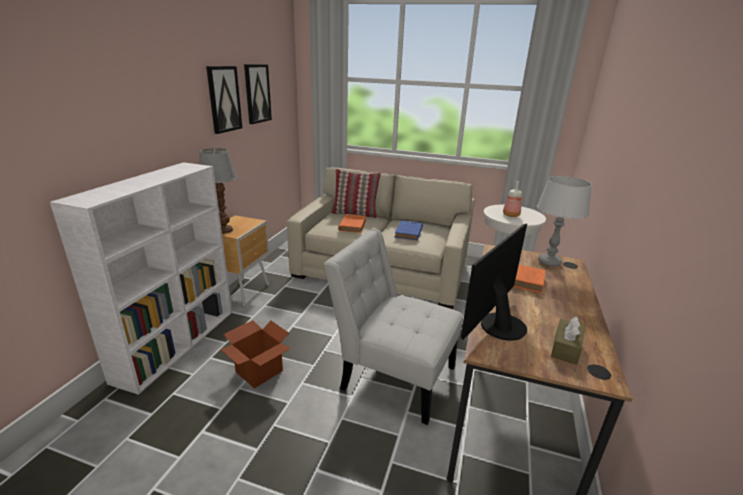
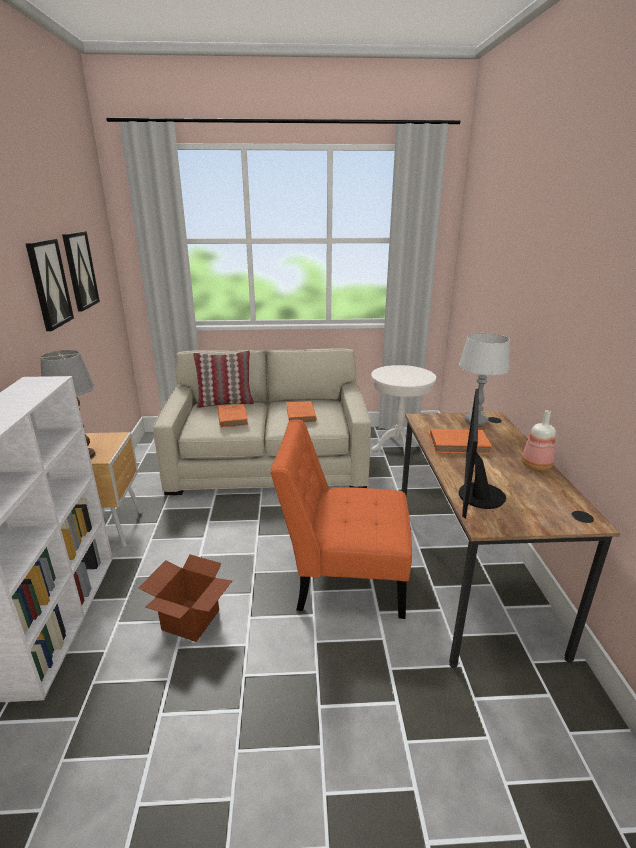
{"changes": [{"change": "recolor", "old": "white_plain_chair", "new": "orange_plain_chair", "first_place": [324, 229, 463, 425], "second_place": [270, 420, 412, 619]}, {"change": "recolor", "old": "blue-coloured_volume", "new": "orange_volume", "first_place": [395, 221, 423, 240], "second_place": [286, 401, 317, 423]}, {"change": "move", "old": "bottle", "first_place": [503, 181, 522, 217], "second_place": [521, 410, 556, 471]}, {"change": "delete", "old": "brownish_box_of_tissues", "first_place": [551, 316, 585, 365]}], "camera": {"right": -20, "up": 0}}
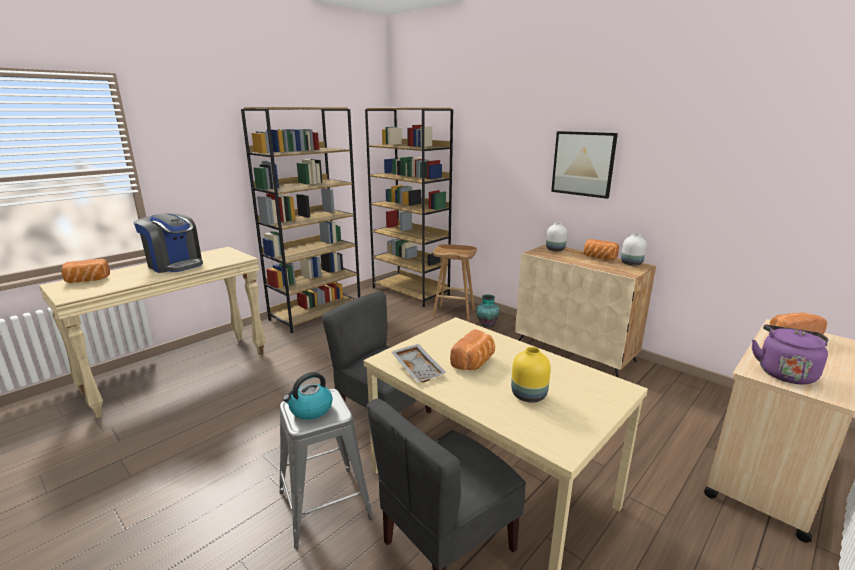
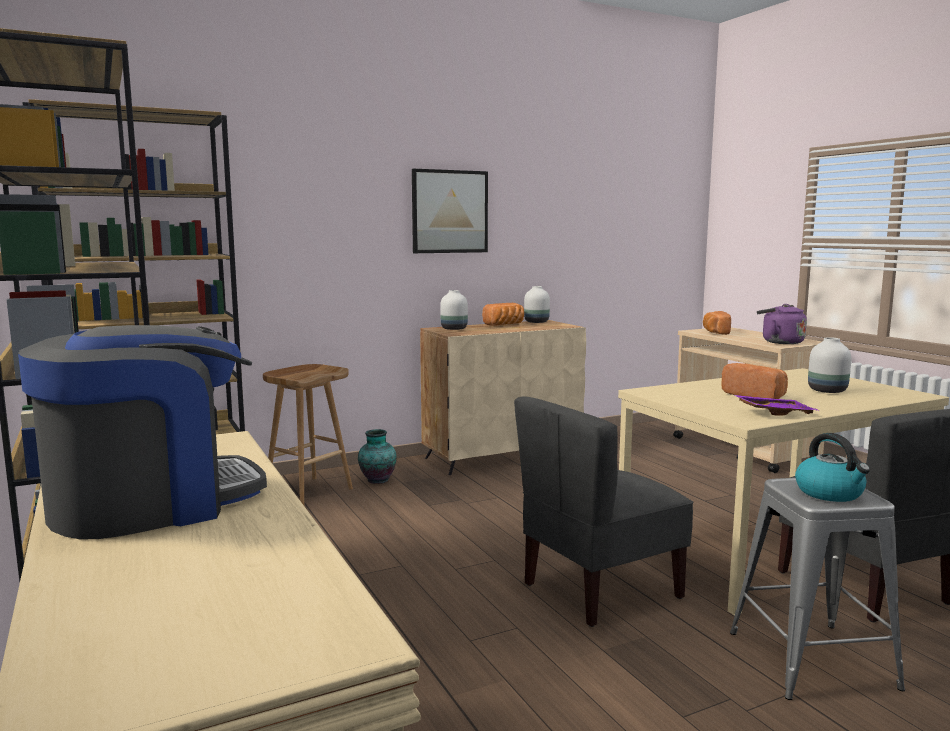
{"changes": [{"change": "delete", "old": "baked_bread", "first_place": [61, 259, 110, 283]}, {"change": "recolor", "old": "grey_tray", "new": "purple-coloured_tray", "first_place": [391, 344, 446, 383], "second_place": [735, 395, 820, 416]}, {"change": "recolor", "old": "yellow-coloured_decorative_vase", "new": "white_decorative_vase", "first_place": [511, 347, 551, 403], "second_place": [808, 337, 851, 393]}], "camera": {"right": -70, "up": -10}}
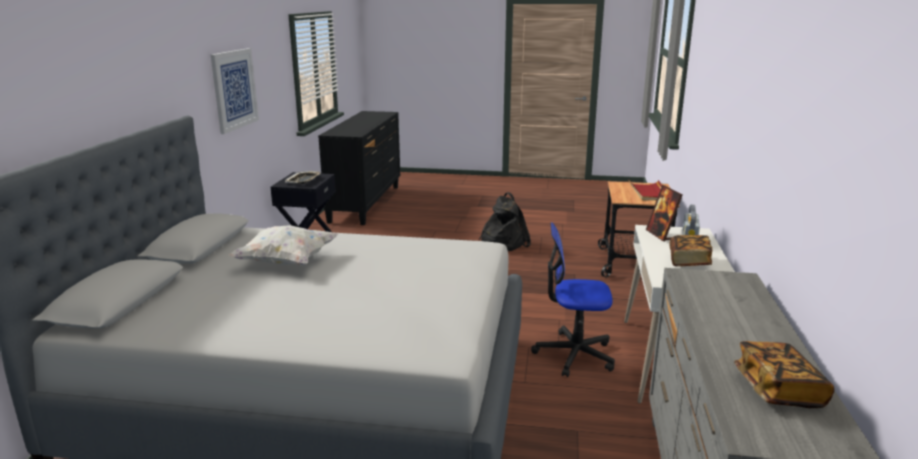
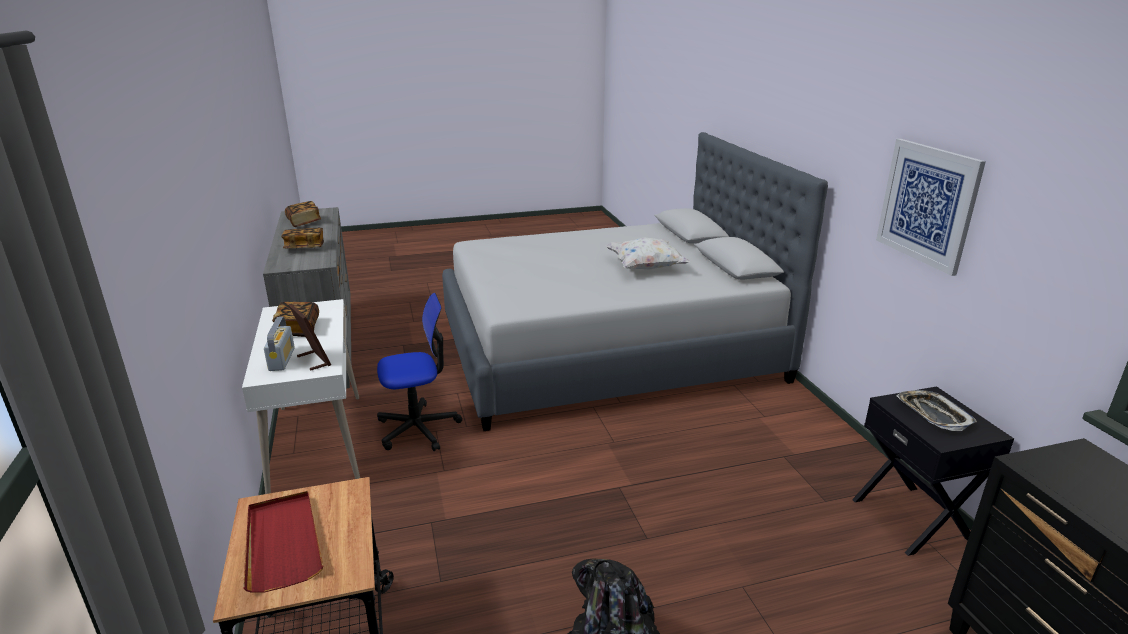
{"changes": [{"change": "insert", "new": "volume", "second_place": [281, 228, 324, 248]}], "camera": {"right": 155, "up": 5}}
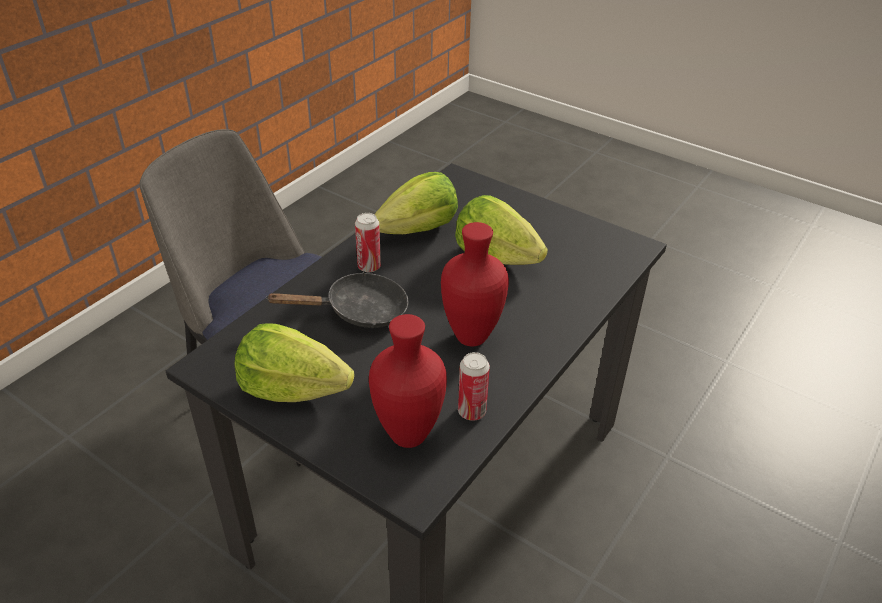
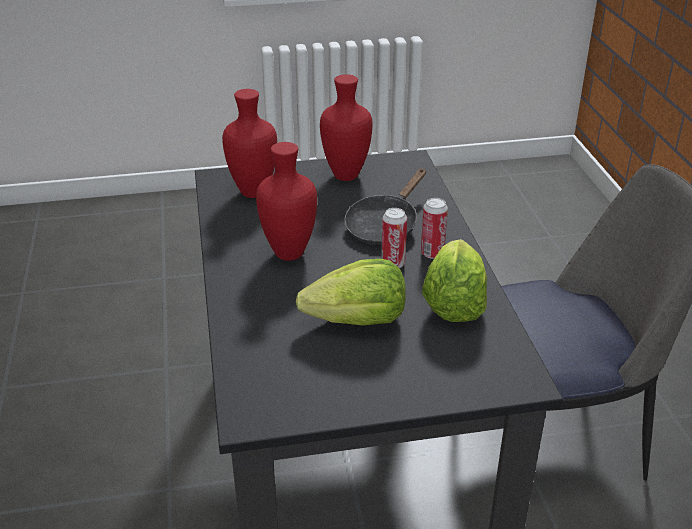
{"changes": [{"change": "replace", "old": "lettuce_head", "new": "reddish_decorative_vase", "first_place": [234, 323, 354, 402], "second_place": [320, 74, 373, 181]}, {"change": "move", "old": "metal_can", "first_place": [458, 352, 490, 421], "second_place": [381, 208, 407, 268]}], "camera": {"right": 135, "up": -5}}
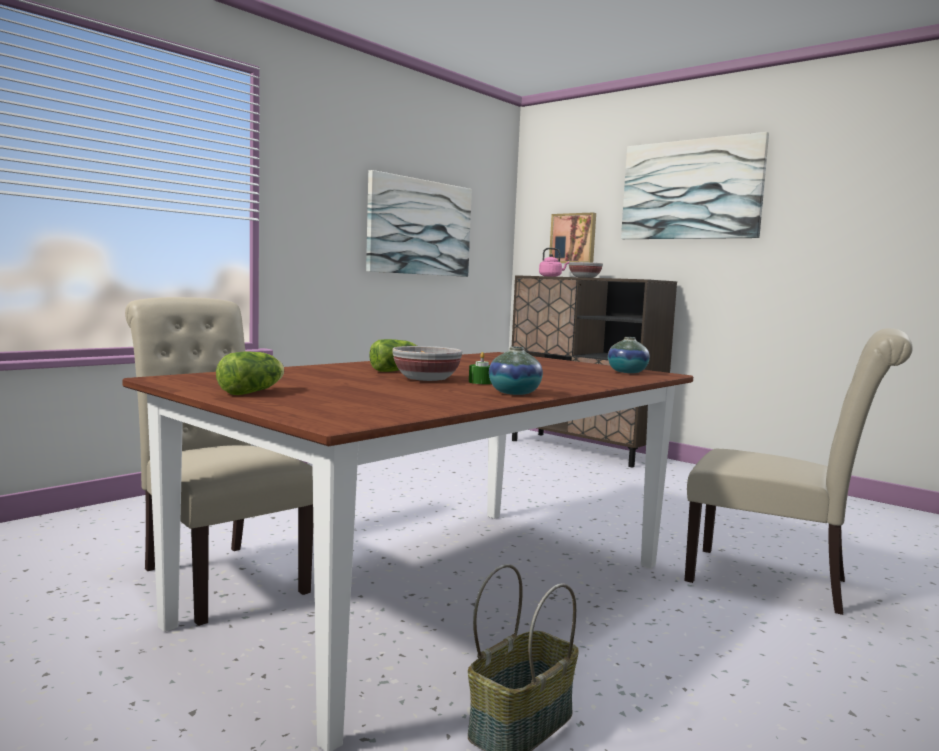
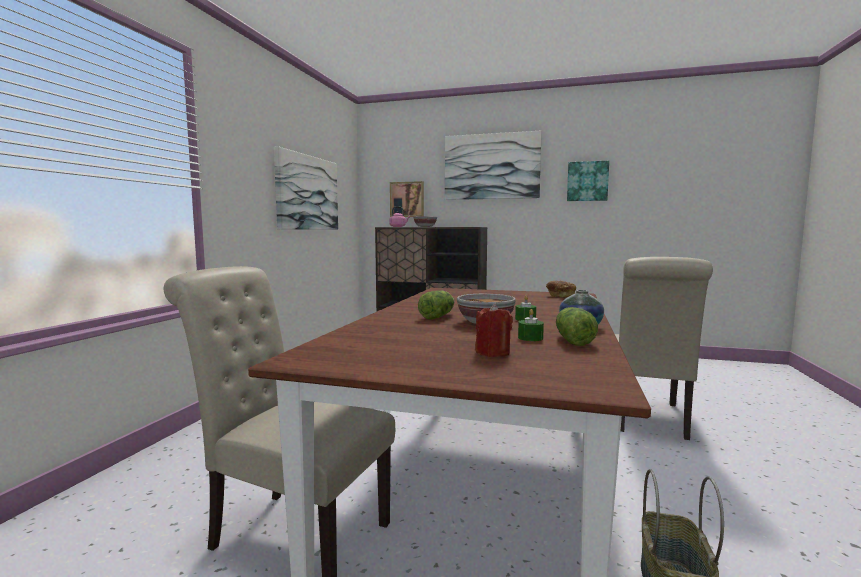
{"changes": [{"change": "move", "old": "lettuce_head", "first_place": [216, 352, 284, 395], "second_place": [556, 307, 598, 346]}, {"change": "replace", "old": "decorative_vase", "new": "baked_bread", "first_place": [608, 337, 650, 373], "second_place": [546, 281, 576, 298]}, {"change": "rotate", "old": "sand-coloured_plain_chair", "first_place": [685, 328, 913, 615], "second_place": [615, 257, 713, 440], "degrees": 105}, {"change": "insert", "new": "reddish_wax_light", "second_place": [475, 303, 513, 357]}, {"change": "insert", "new": "greenish_wax_light", "second_place": [518, 309, 544, 341]}, {"change": "insert", "new": "picture", "second_place": [567, 161, 609, 201]}], "camera": {"right": -25, "up": 0}}
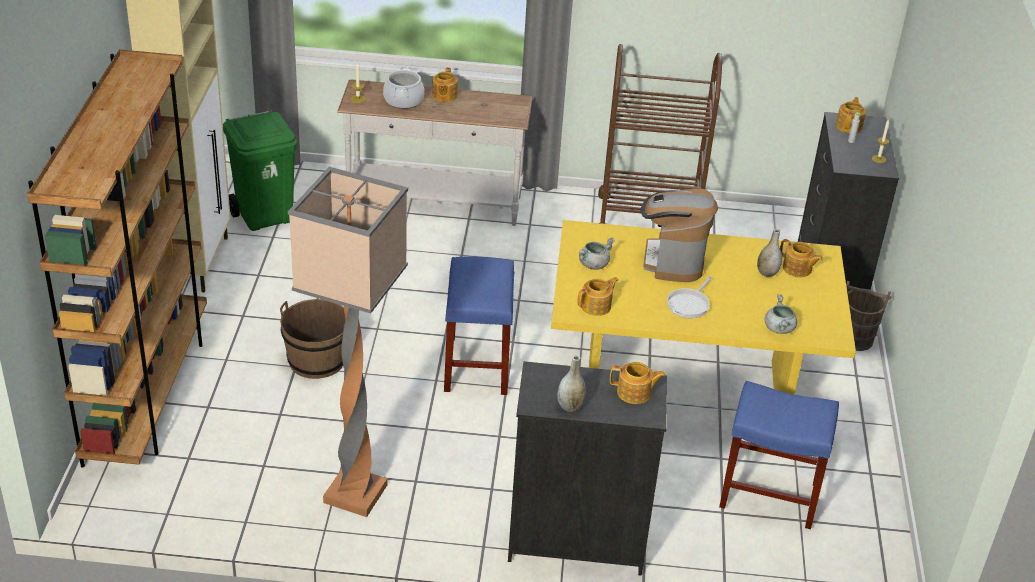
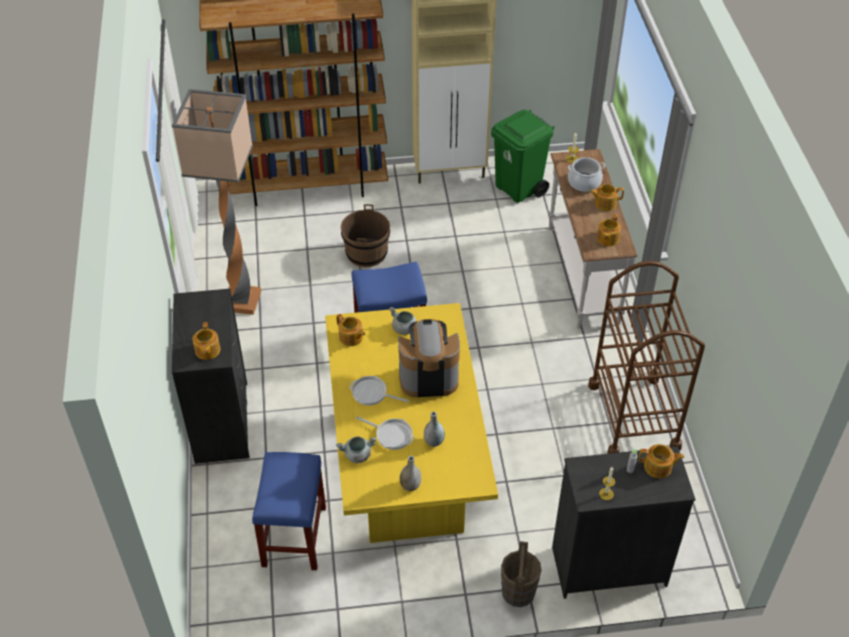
{"changes": [{"change": "move", "old": "grey_decorative_vase", "first_place": [557, 355, 586, 412], "second_place": [400, 456, 421, 491]}, {"change": "move", "old": "tea_pot", "first_place": [780, 239, 823, 277], "second_place": [597, 214, 621, 246]}, {"change": "insert", "new": "pan", "second_place": [356, 416, 414, 450]}], "camera": {"right": 80, "up": 10}}
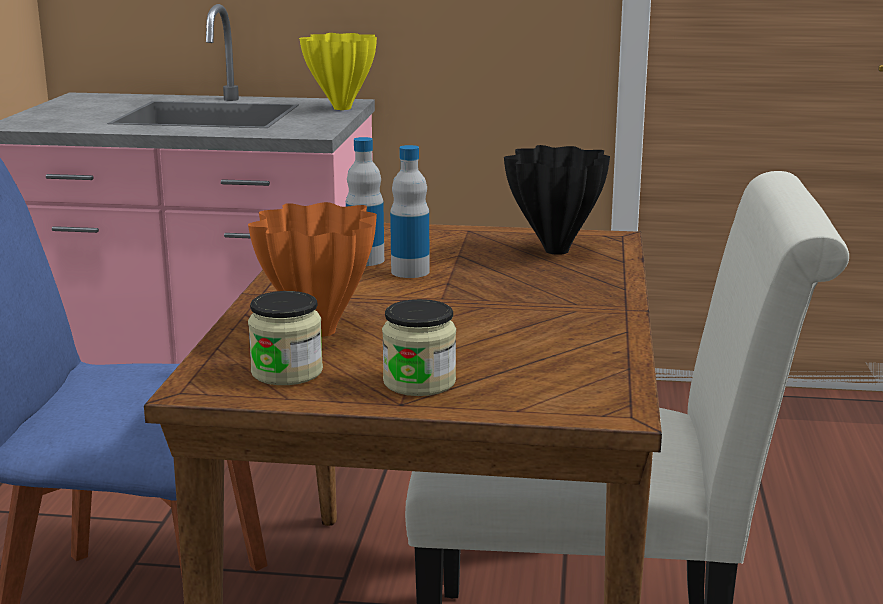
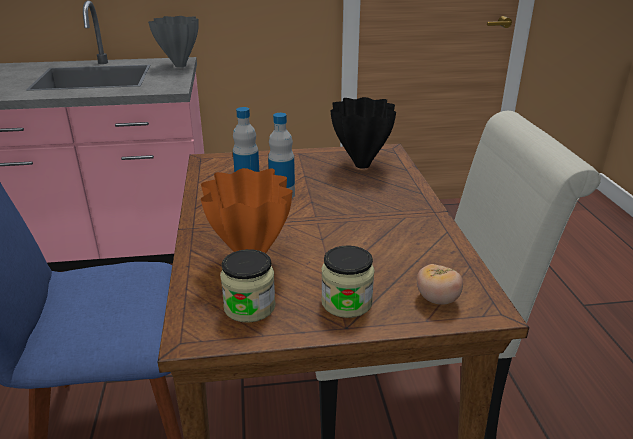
{"changes": [{"change": "recolor", "old": "yellow-coloured_decorative_vase", "new": "grey_decorative_vase", "first_place": [299, 33, 377, 110], "second_place": [148, 16, 199, 68]}, {"change": "insert", "new": "fresh_tomato", "second_place": [417, 264, 463, 304]}], "camera": {"right": -15, "up": 10}}
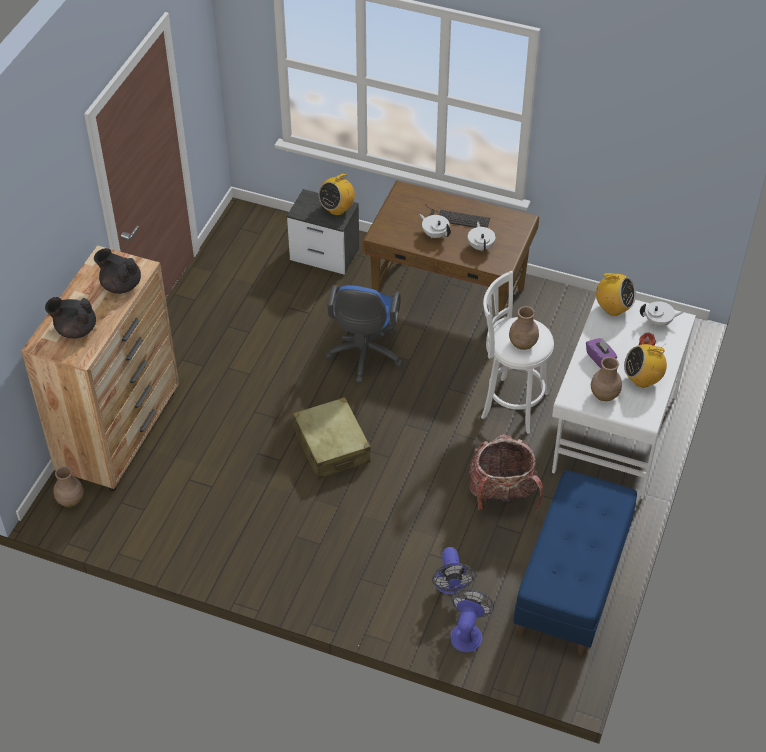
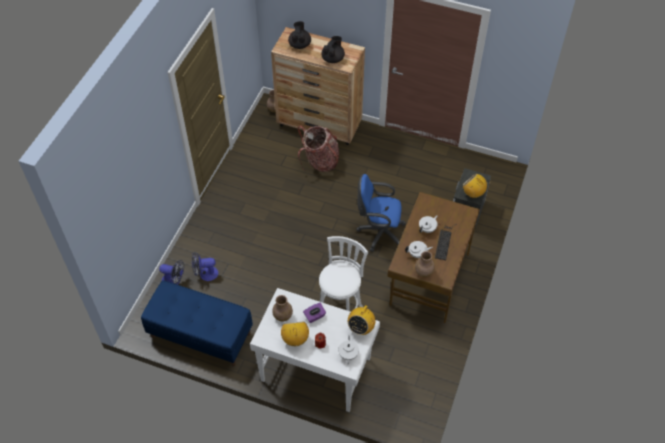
{"changes": [{"change": "delete", "old": "sand-coloured_piece_of_luggage", "first_place": [293, 397, 371, 479]}, {"change": "move", "old": "backpack", "first_place": [469, 434, 544, 510], "second_place": [298, 126, 339, 172]}, {"change": "move", "old": "brownish_decorative_vase", "first_place": [509, 306, 539, 350], "second_place": [415, 251, 435, 277]}], "camera": {"right": 90, "up": 5}}
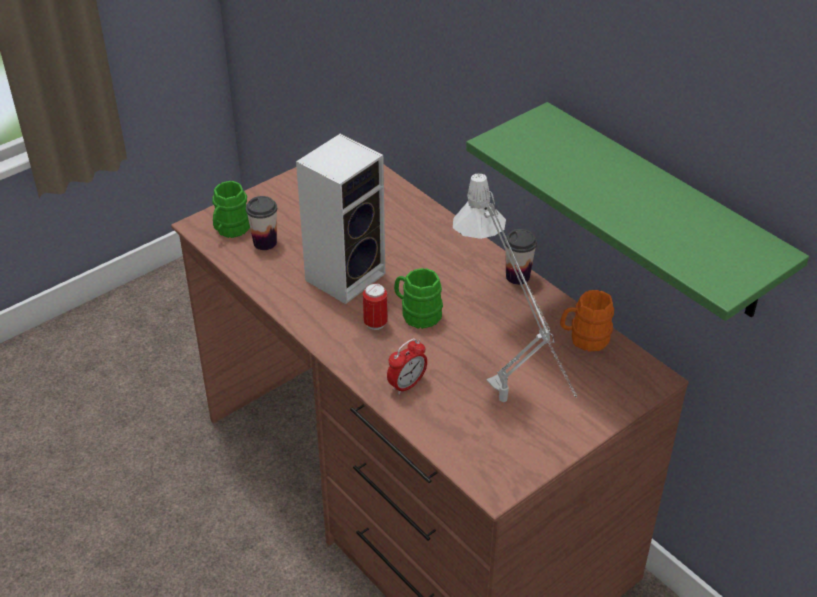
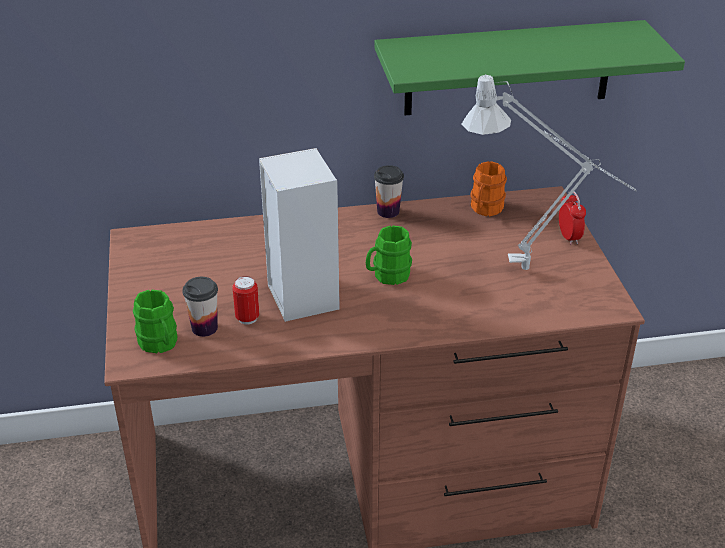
{"changes": [{"change": "move", "old": "metal_can", "first_place": [363, 283, 388, 330], "second_place": [232, 276, 260, 324]}, {"change": "move", "old": "alarm_clock", "first_place": [387, 338, 427, 395], "second_place": [559, 191, 586, 245]}], "camera": {"right": -60, "up": -5}}
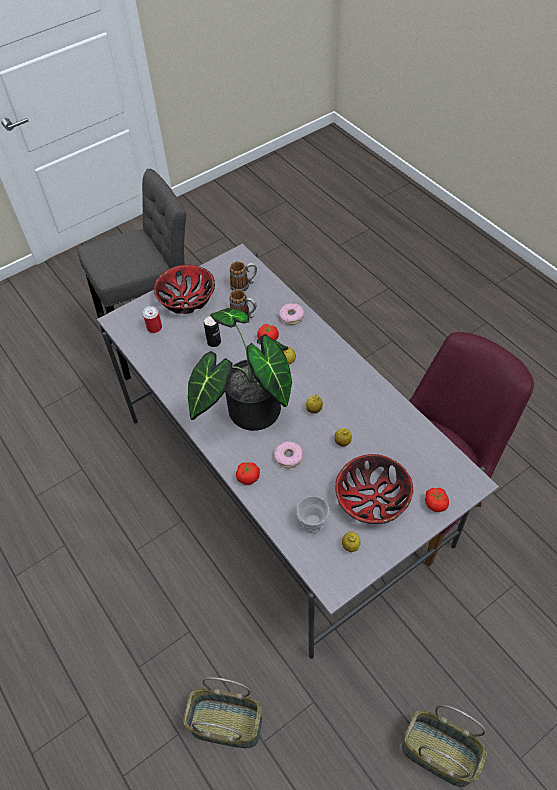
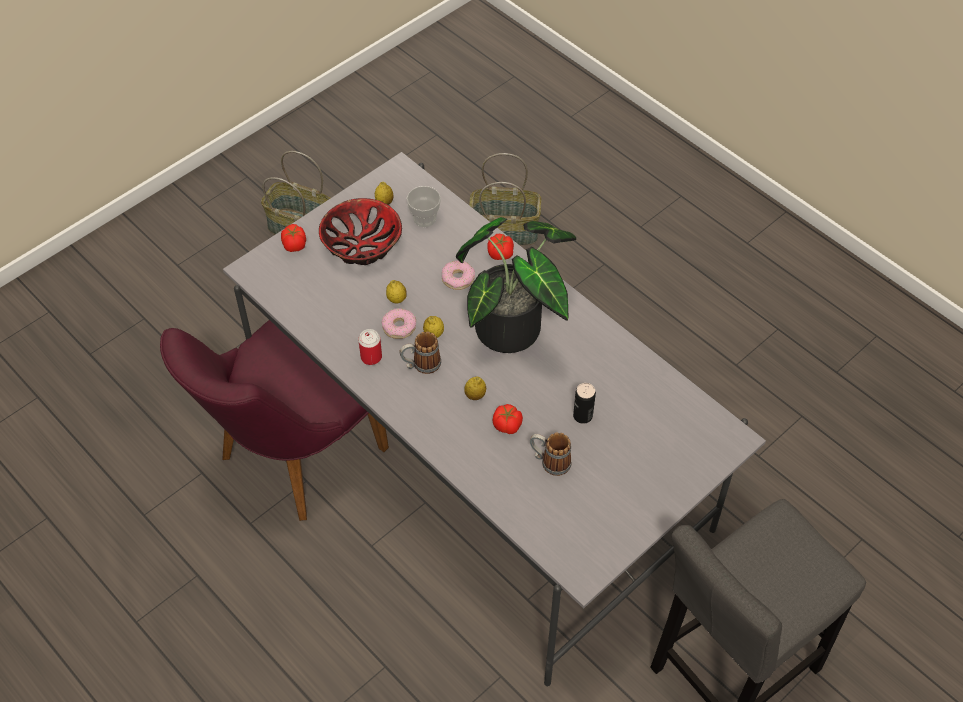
{"changes": [{"change": "move", "old": "metal_can", "first_place": [143, 306, 162, 333], "second_place": [358, 329, 382, 365]}, {"change": "delete", "old": "bowl", "first_place": [154, 265, 215, 314]}, {"change": "move", "old": "mug", "first_place": [230, 261, 257, 291], "second_place": [399, 331, 441, 374]}, {"change": "move", "old": "donut", "first_place": [279, 303, 304, 325], "second_place": [381, 308, 416, 339]}], "camera": {"right": 170, "up": 0}}
